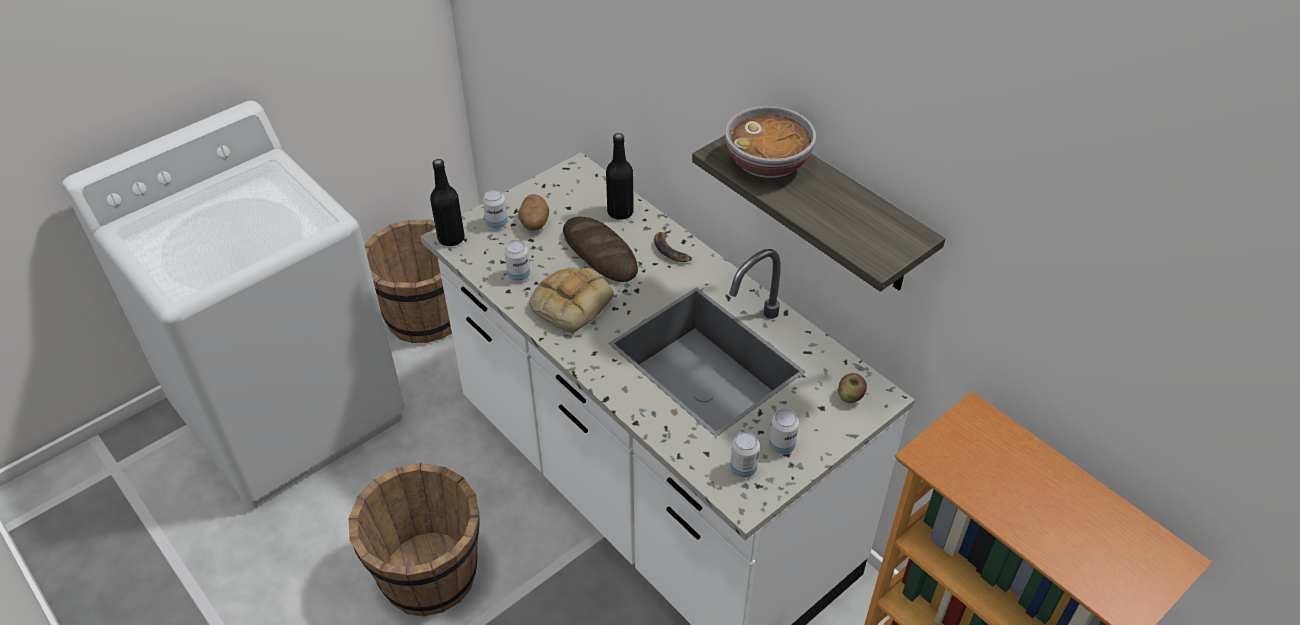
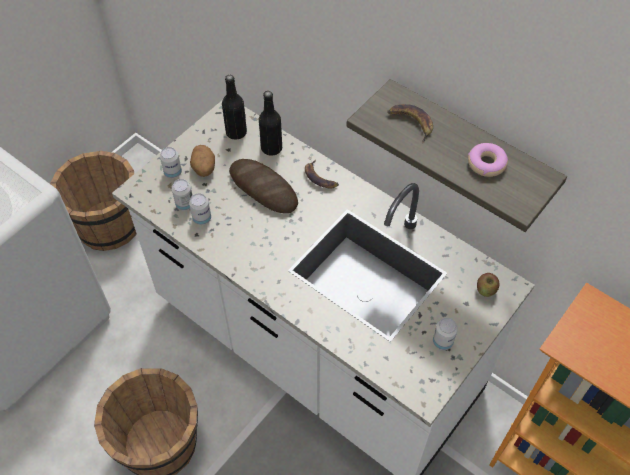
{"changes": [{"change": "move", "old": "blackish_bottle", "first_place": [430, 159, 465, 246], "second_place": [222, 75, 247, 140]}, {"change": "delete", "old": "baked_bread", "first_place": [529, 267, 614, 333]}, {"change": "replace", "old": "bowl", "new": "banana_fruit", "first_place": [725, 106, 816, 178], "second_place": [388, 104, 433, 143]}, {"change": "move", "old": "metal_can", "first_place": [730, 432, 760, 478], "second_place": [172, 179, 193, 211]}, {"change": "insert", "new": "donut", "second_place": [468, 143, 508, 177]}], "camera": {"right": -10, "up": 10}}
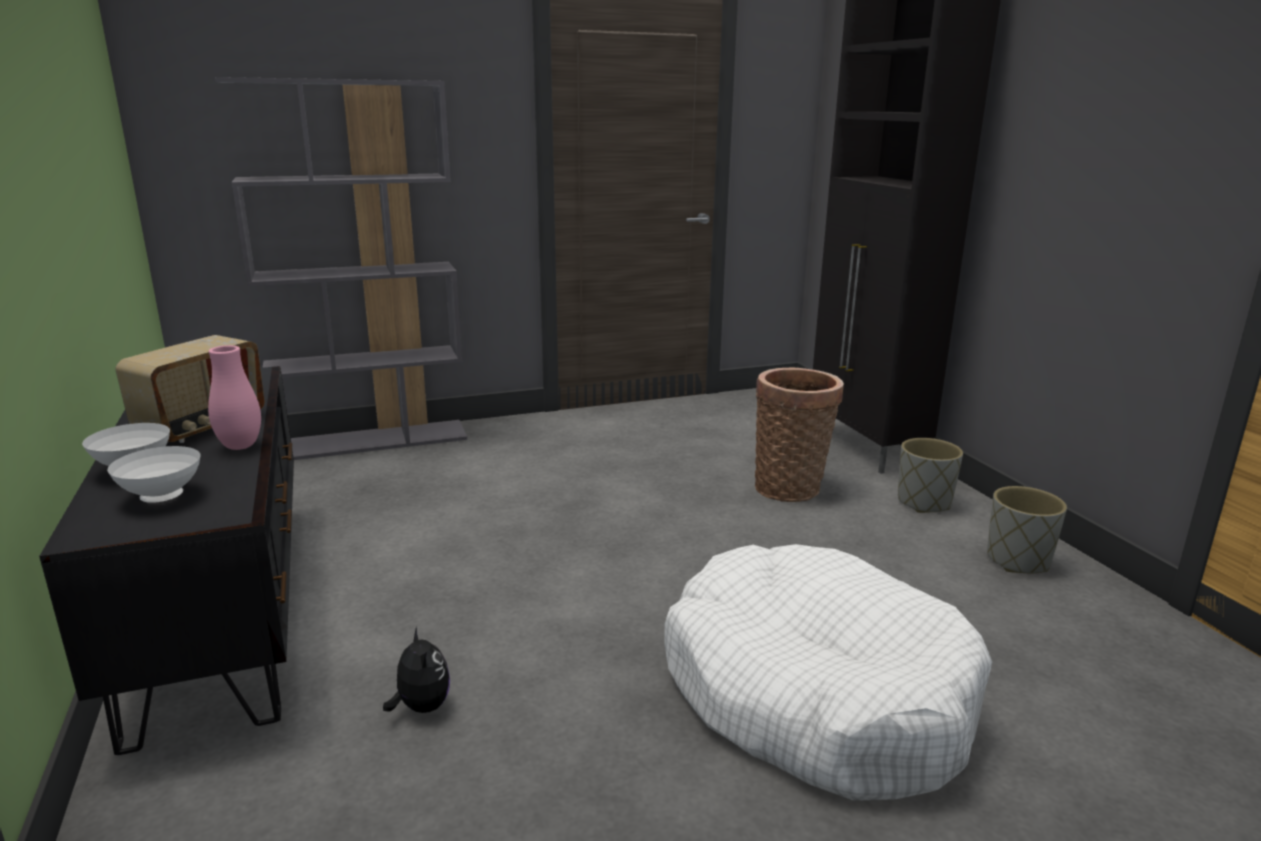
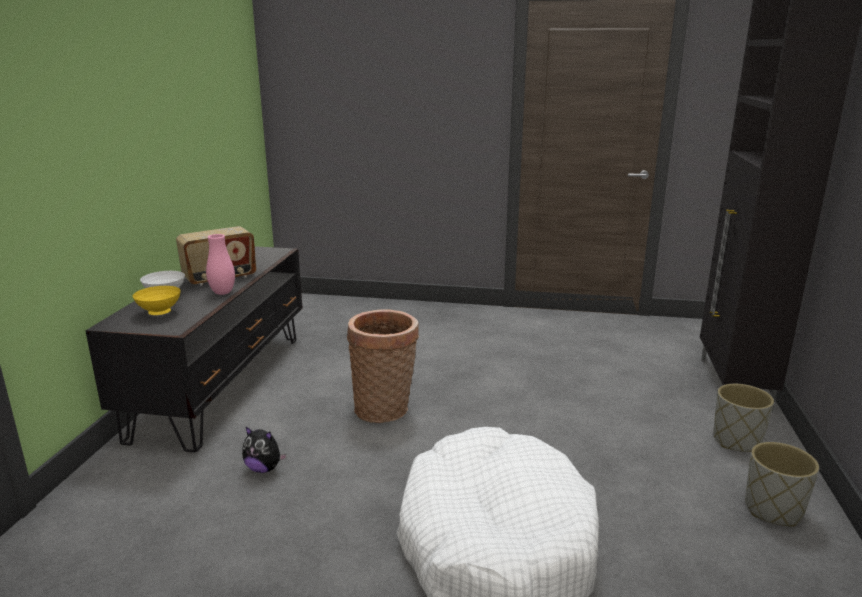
{"changes": [{"change": "recolor", "old": "white_bowl", "new": "yellow-coloured_bowl", "first_place": [107, 446, 200, 503], "second_place": [133, 286, 181, 315]}, {"change": "delete", "old": "grey_shelving_unit", "first_place": [215, 77, 467, 460]}, {"change": "rotate", "old": "cuddly_toy", "first_place": [383, 627, 450, 713], "second_place": [242, 426, 287, 473], "degrees": 105}, {"change": "move", "old": "household_basket", "first_place": [755, 368, 844, 502], "second_place": [347, 310, 419, 423]}], "camera": {"right": 30, "up": 0}}
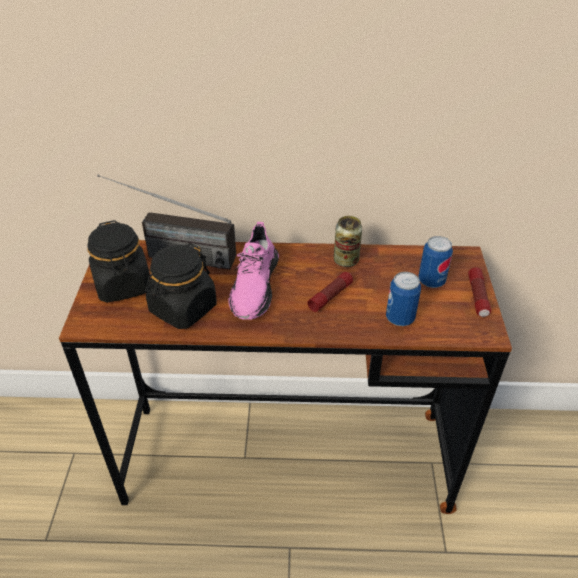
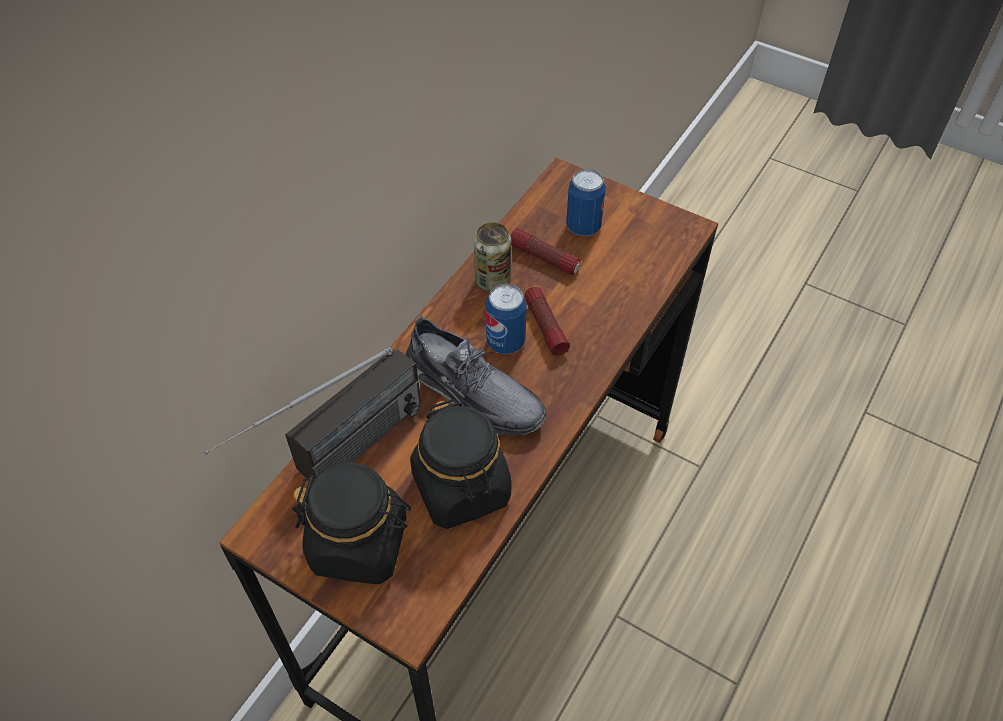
{"changes": [{"change": "recolor", "old": "pink_low_shoe", "new": "grey_low_shoe", "first_place": [229, 222, 279, 320], "second_place": [405, 315, 547, 435]}, {"change": "move", "old": "metal_can", "first_place": [386, 272, 421, 326], "second_place": [486, 284, 527, 354]}, {"change": "move", "old": "torch", "first_place": [468, 268, 491, 317], "second_place": [510, 228, 581, 275]}], "camera": {"right": -60, "up": 10}}
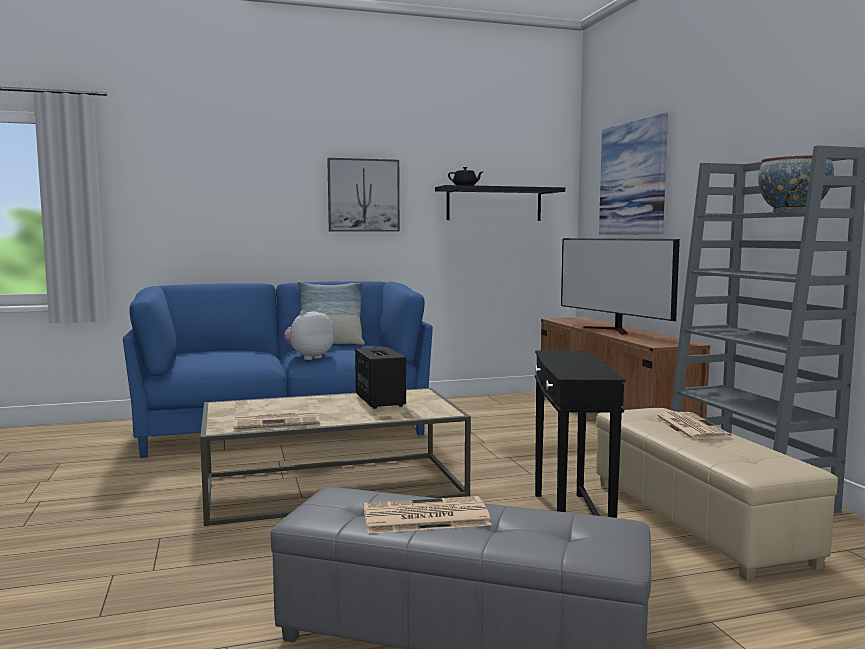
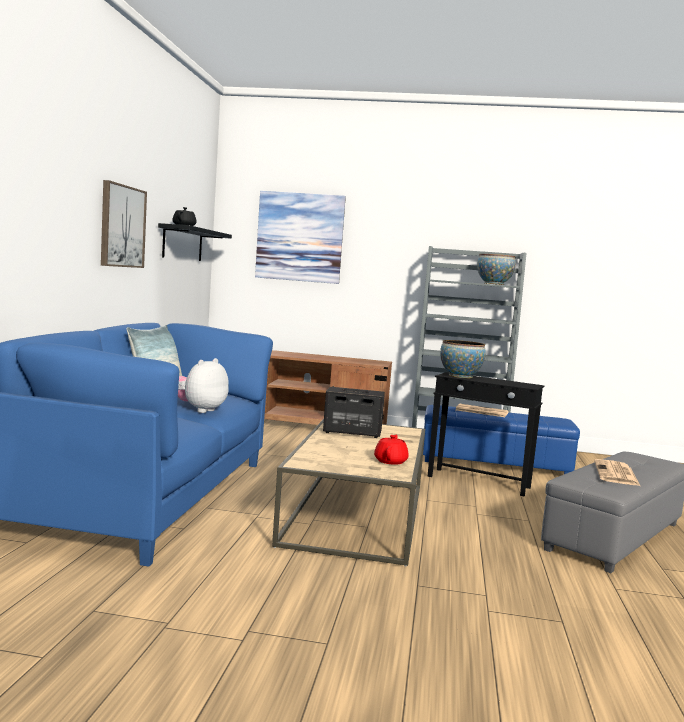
{"changes": [{"change": "replace", "old": "daily_paper", "new": "reddish_tea_pot", "first_place": [233, 412, 320, 429], "second_place": [374, 435, 409, 465]}, {"change": "rotate", "old": "cuddly_toy", "first_place": [284, 309, 335, 360], "second_place": [178, 358, 229, 413], "degrees": 45}, {"change": "delete", "old": "TV_set", "first_place": [561, 238, 680, 334]}, {"change": "recolor", "old": "sand-coloured_pouffe", "new": "blue-coloured_pouffe", "first_place": [596, 408, 838, 581], "second_place": [423, 405, 580, 474]}, {"change": "insert", "new": "bowl", "second_place": [440, 340, 486, 378]}], "camera": {"right": -65, "up": 0}}
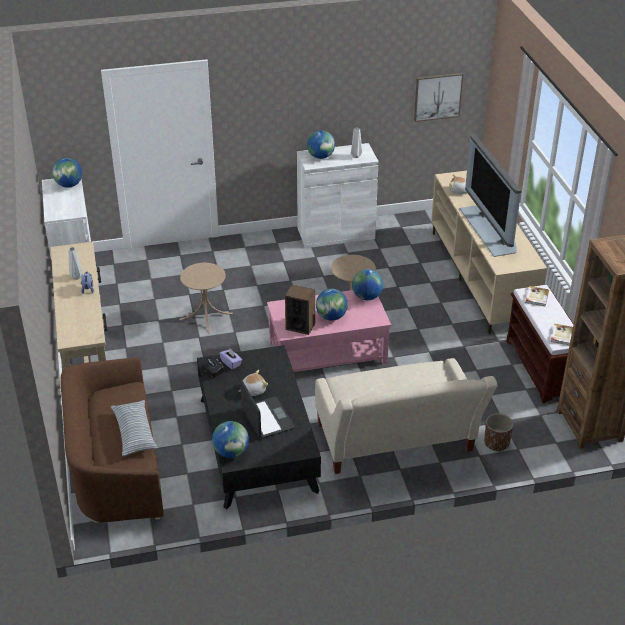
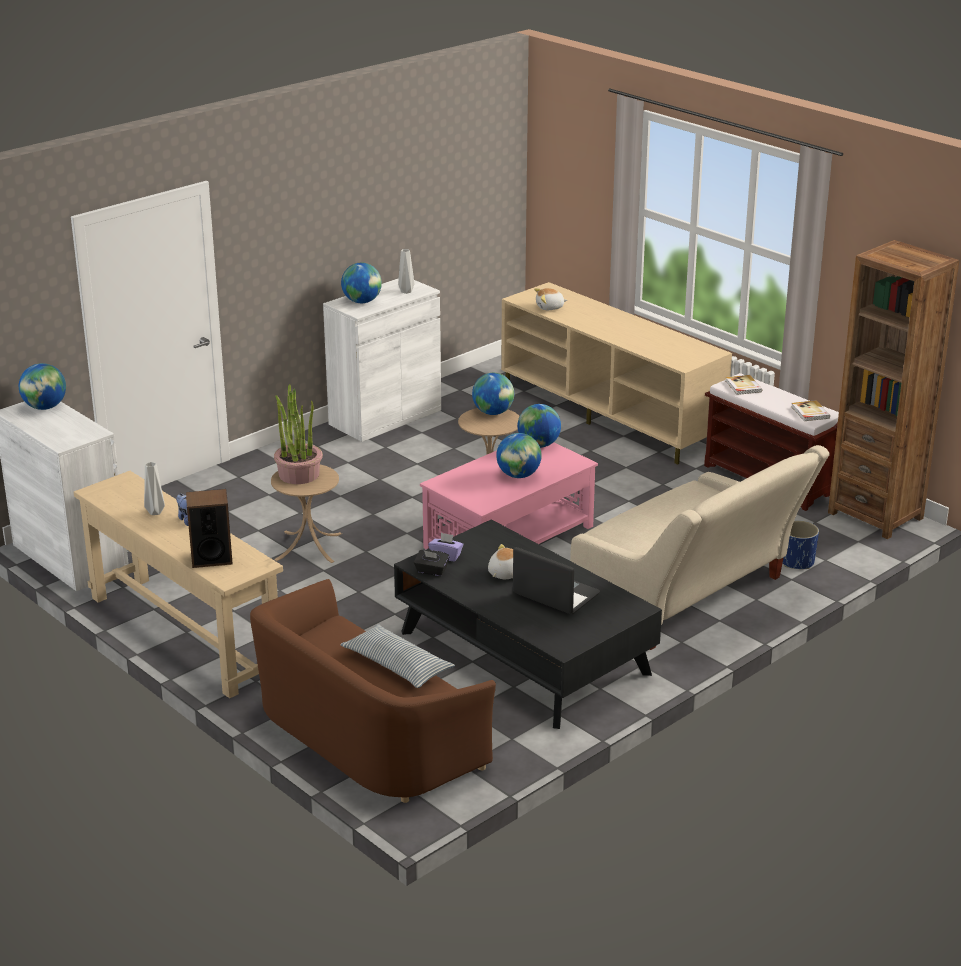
{"changes": [{"change": "move", "old": "world_globe", "first_place": [212, 421, 249, 458], "second_place": [472, 373, 514, 415]}, {"change": "move", "old": "loudspeaker", "first_place": [285, 285, 315, 335], "second_place": [186, 489, 233, 568]}, {"change": "delete", "old": "picture", "first_place": [414, 73, 464, 122]}, {"change": "delete", "old": "TV_set", "first_place": [459, 133, 521, 257]}, {"change": "recolor", "old": "brownish_flower_pot", "new": "blue-coloured_flower_pot", "first_place": [484, 413, 513, 452], "second_place": [783, 521, 819, 569]}, {"change": "insert", "new": "houseplant", "second_place": [274, 384, 323, 484]}], "camera": {"right": -30, "up": -10}}
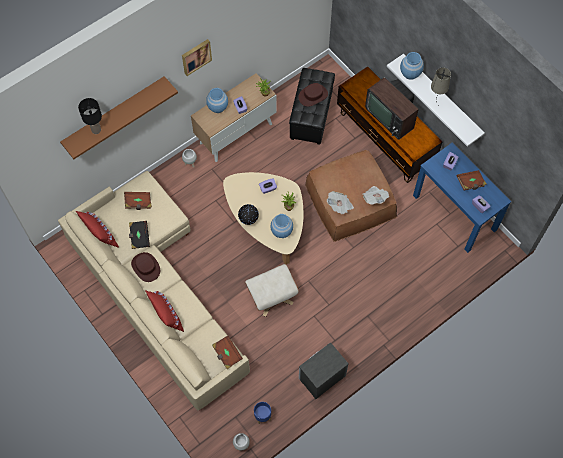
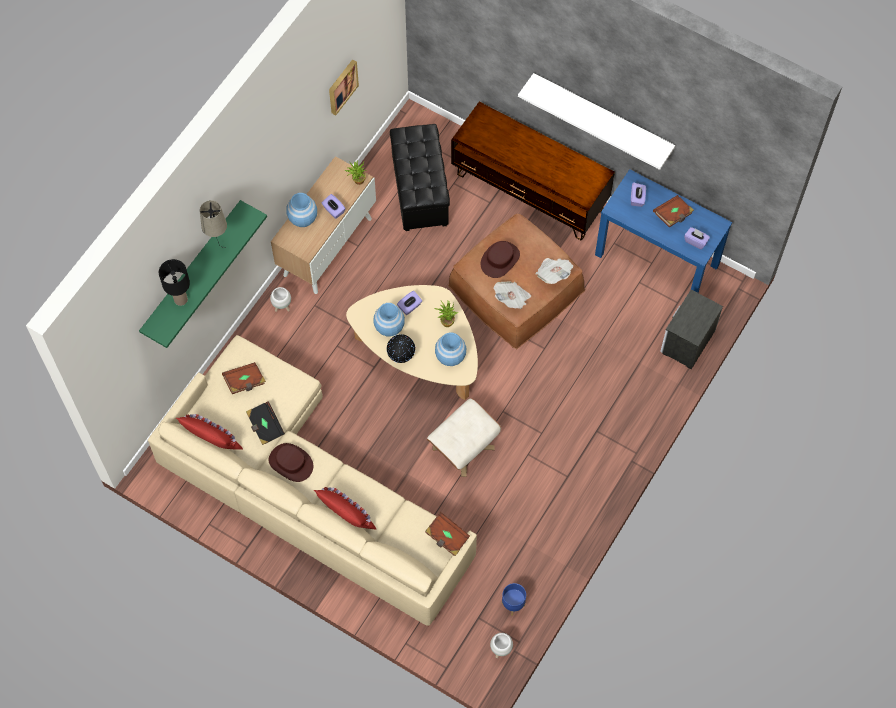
{"changes": [{"change": "recolor", "old": "brownish_shelf", "new": "greenish_shelf", "first_place": [60, 76, 178, 159], "second_place": [139, 200, 267, 348]}, {"change": "move", "old": "picture", "first_place": [182, 39, 212, 76], "second_place": [329, 59, 359, 115]}, {"change": "move", "old": "brownish_wearable_hat", "first_place": [298, 83, 328, 107], "second_place": [480, 241, 520, 278]}, {"change": "move", "old": "night_table", "first_place": [299, 342, 349, 399], "second_place": [660, 290, 723, 369]}, {"change": "delete", "old": "TV_set", "first_place": [365, 78, 419, 140]}, {"change": "move", "old": "blue-coloured_decorative_vase", "first_place": [400, 52, 424, 80], "second_place": [374, 303, 405, 336]}, {"change": "move", "old": "sand-coloured_tabletop_lamp", "first_place": [431, 67, 451, 105], "second_place": [200, 200, 227, 248]}], "camera": {"right": -20, "up": 0}}
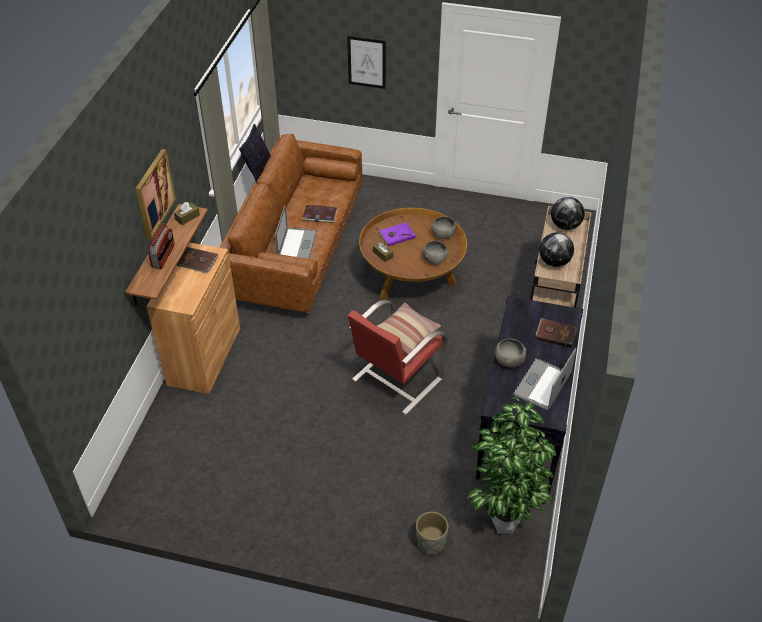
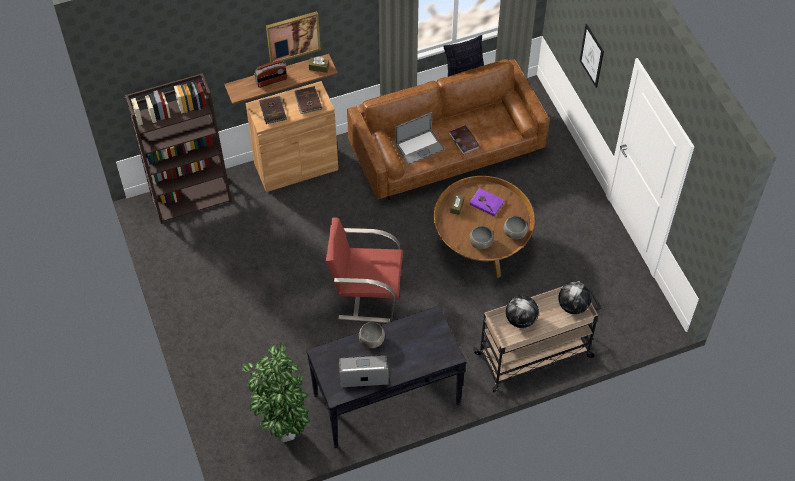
{"changes": [{"change": "delete", "old": "throw_pillow", "first_place": [377, 303, 441, 354]}, {"change": "delete", "old": "grey_flower_pot", "first_place": [416, 512, 448, 554]}, {"change": "move", "old": "brownish_volume", "first_place": [536, 318, 577, 348], "second_place": [259, 96, 287, 124]}, {"change": "insert", "new": "brownish_shelving_unit", "second_place": [125, 73, 232, 224]}], "camera": {"right": 55, "up": 10}}
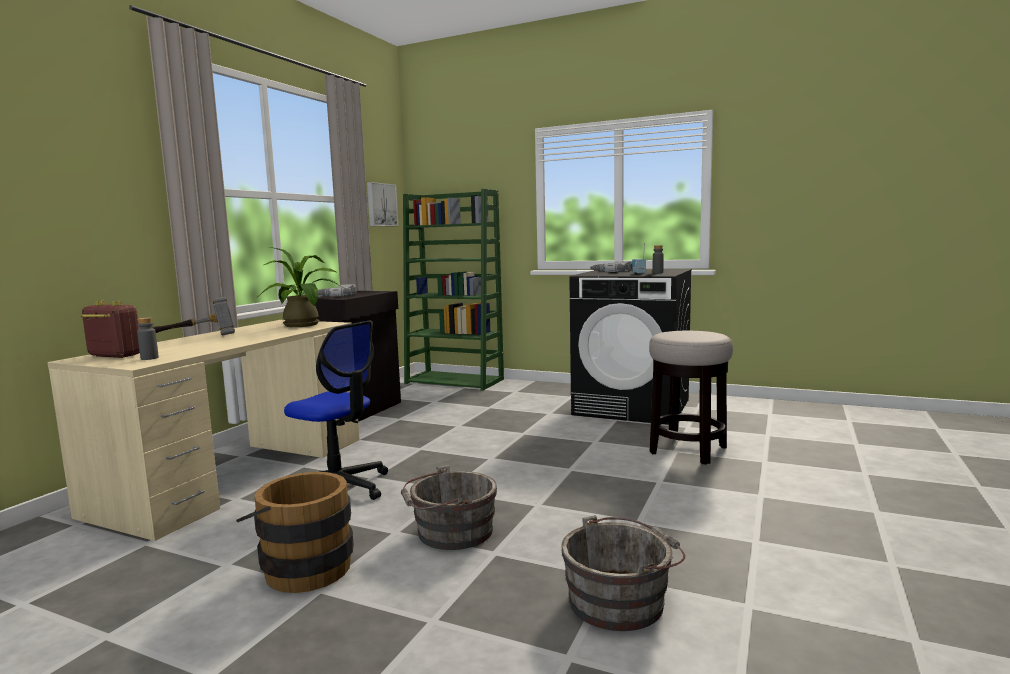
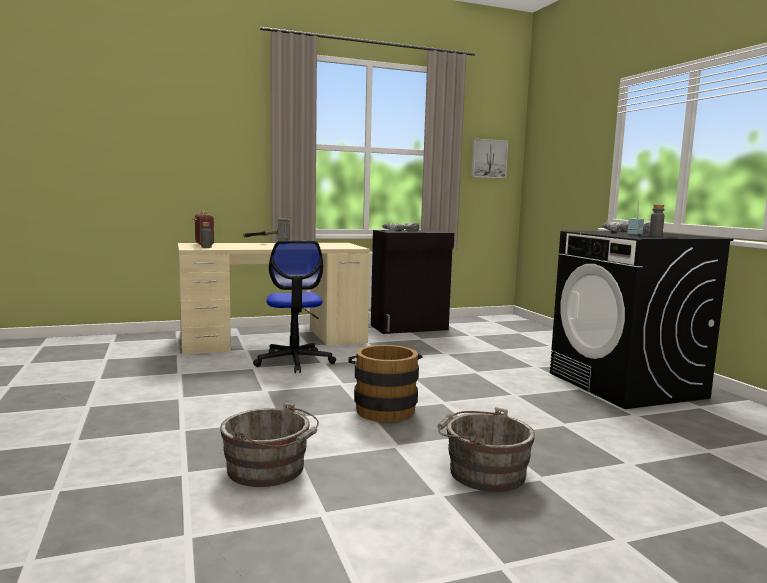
{"changes": [{"change": "move", "old": "brownish_pail", "first_place": [236, 472, 354, 593], "second_place": [348, 345, 423, 422]}, {"change": "delete", "old": "houseplant", "first_place": [259, 247, 343, 327]}, {"change": "move", "old": "grey_pail", "first_place": [401, 465, 497, 550], "second_place": [437, 407, 535, 492]}, {"change": "delete", "old": "greenish_shelving_unit", "first_place": [403, 189, 504, 391]}, {"change": "delete", "old": "sitting_stool", "first_place": [649, 331, 733, 465]}], "camera": {"right": 45, "up": 0}}
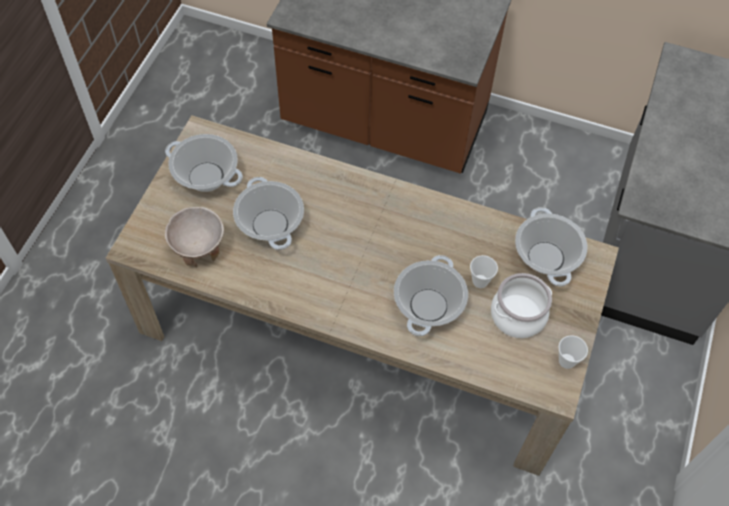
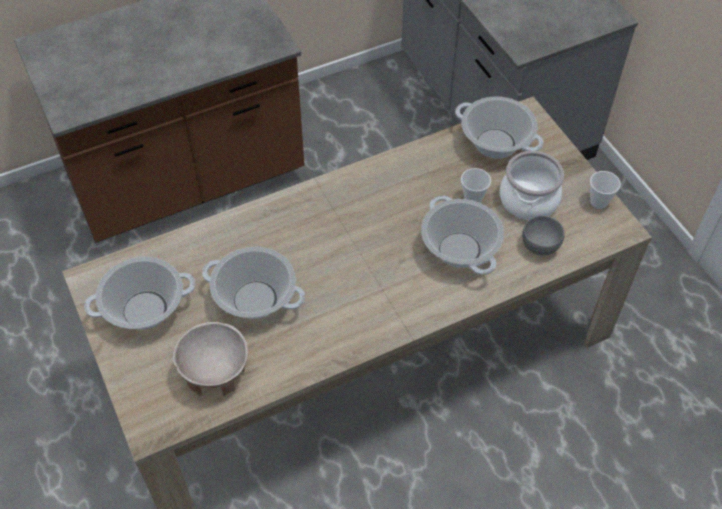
{"changes": [{"change": "insert", "new": "grey_bowl", "second_place": [522, 216, 565, 255]}], "camera": {"right": -45, "up": -5}}
